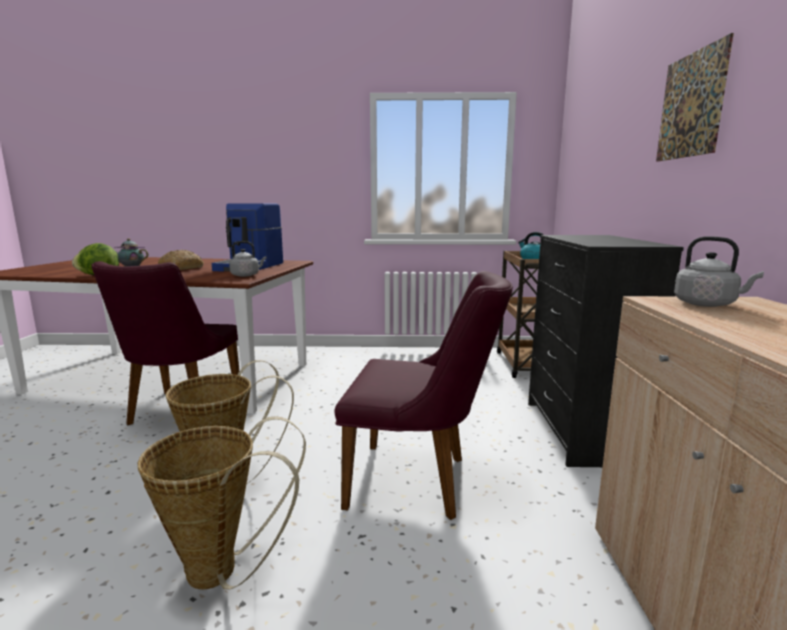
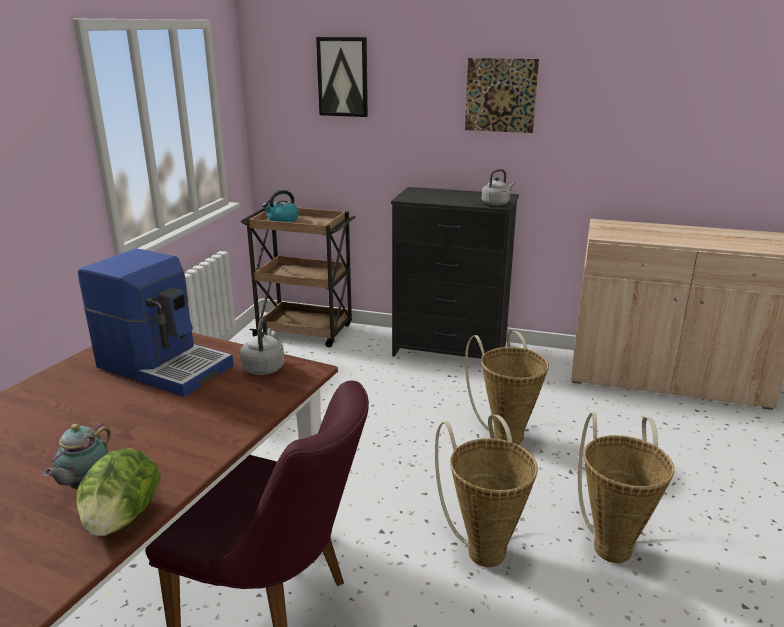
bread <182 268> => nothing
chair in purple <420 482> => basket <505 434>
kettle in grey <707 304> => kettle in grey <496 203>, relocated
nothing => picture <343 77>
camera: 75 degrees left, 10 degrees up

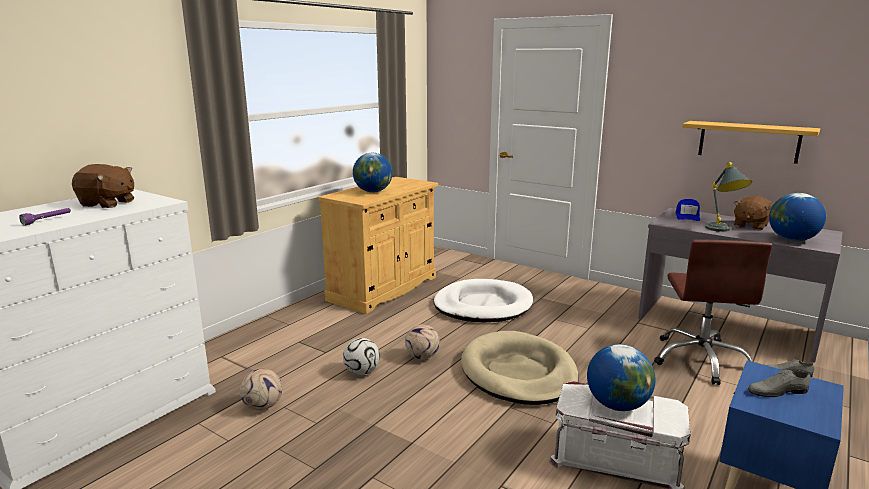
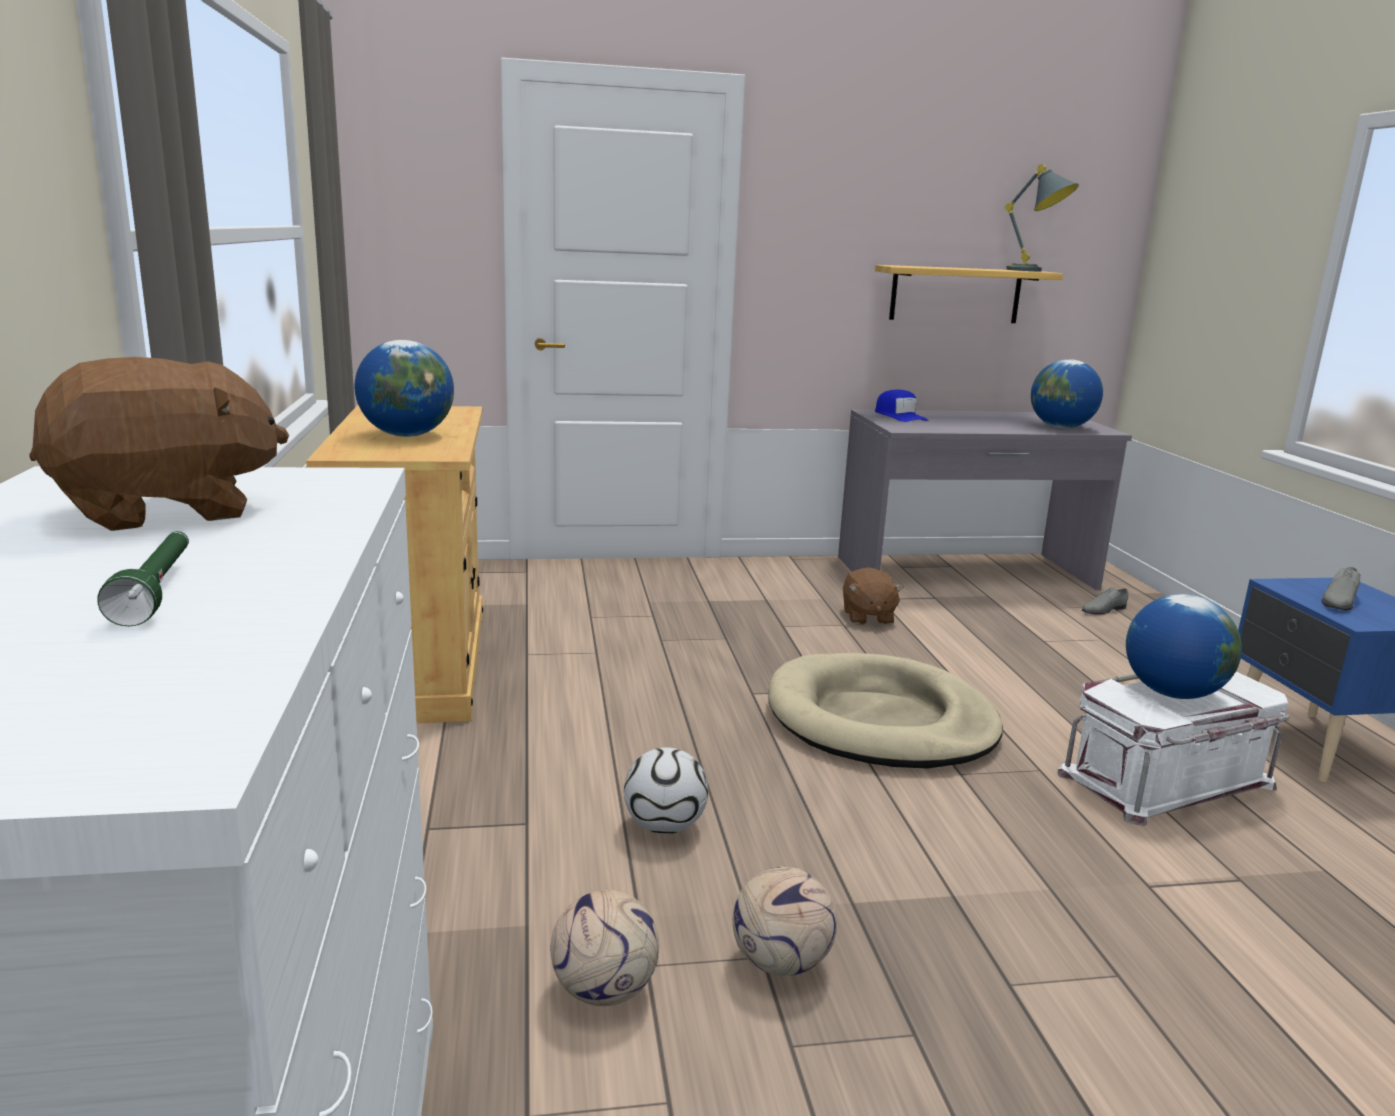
flashlight in purple <48 220> => flashlight in green <158 591>
football <422 357> => football <779 962>, relocated
dog bed in white <483 305> => nothing
office chair in brown <701 359> => nothing
table lamp in grey <722 230> => table lamp in grey <1036 271>, relocated
plush toy in brown <750 225> => plush toy in brown <867 617>, relocated
camera: 45 degrees left, 0 degrees up

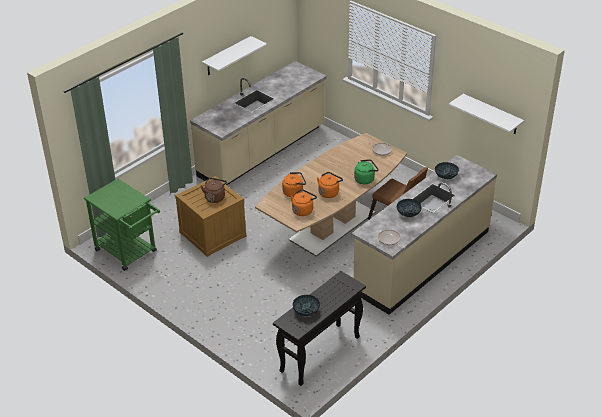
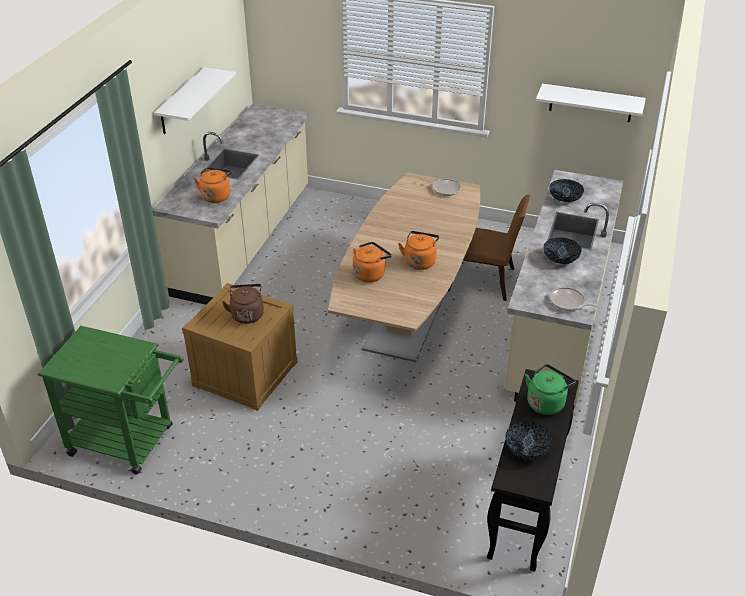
kettle in orange <303 210> => kettle in orange <216 196>, relocated
kettle in green <365 179> => kettle in green <546 402>, relocated
camera: 25 degrees left, 0 degrees up

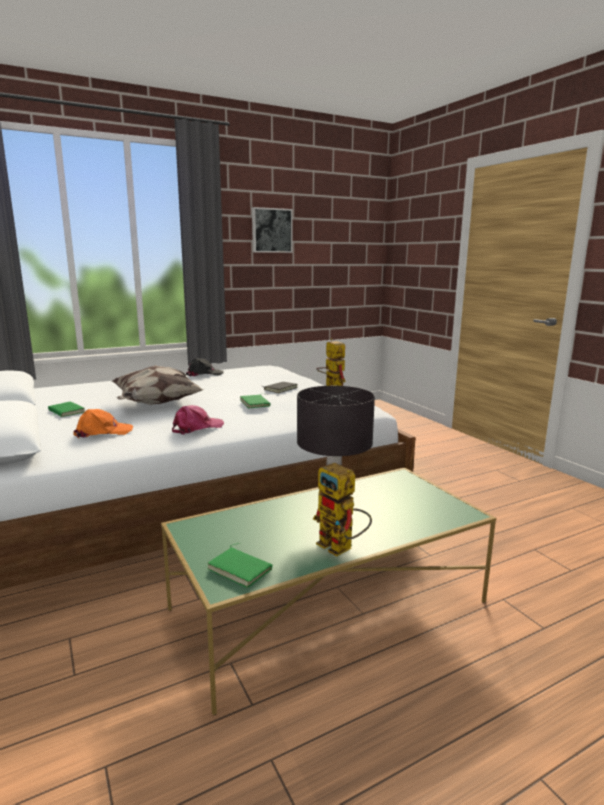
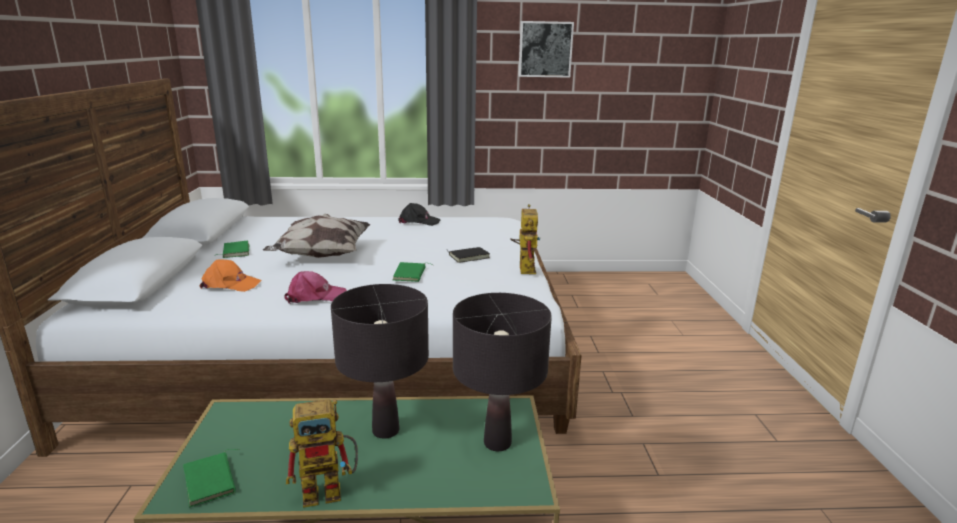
toy robot <341 548> => toy robot <331 490>, 90 degrees counterclockwise
nothing => table lamp in black <498 443>
camera: 25 degrees right, 5 degrees up

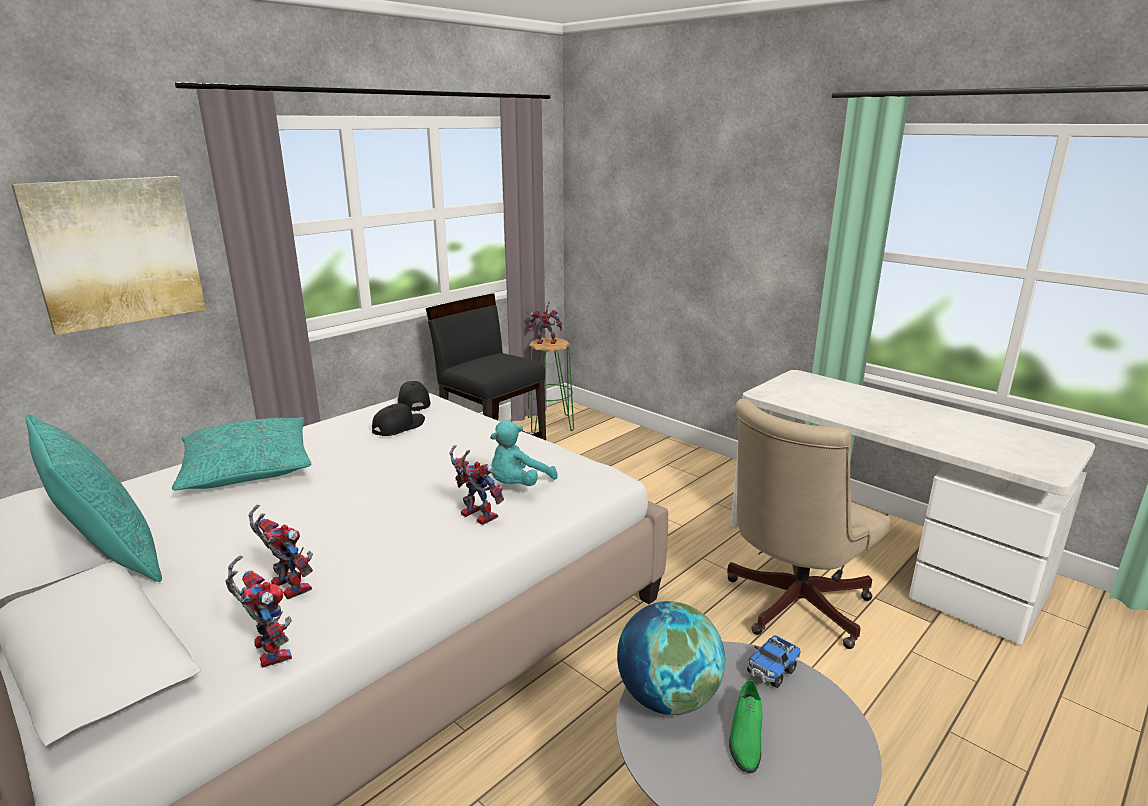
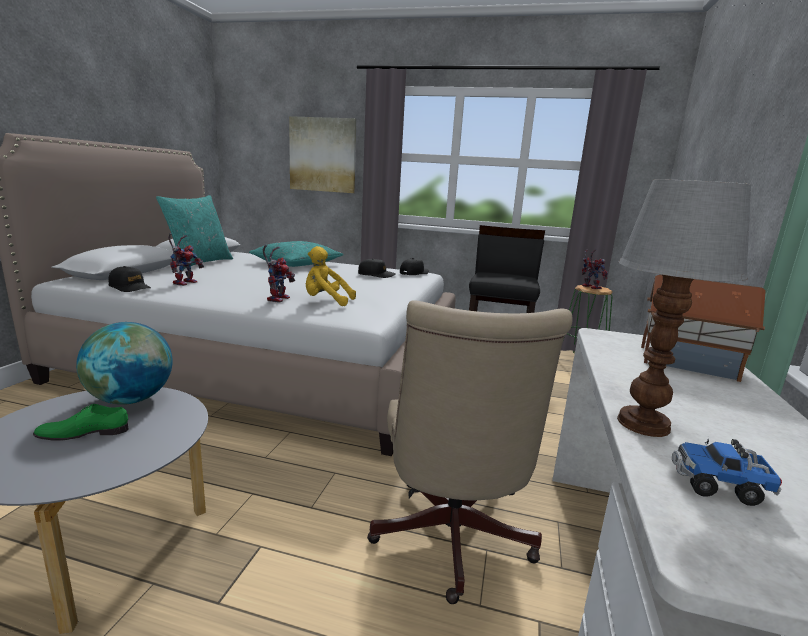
toy robot <268 649> => cap in black <130 287>
plush toy in turquoise <518 485> => plush toy in yellow <326 301>
office chair in beige <791 607> => office chair in beige <450 542>, 105 degrees counterclockwise
toy truck <771 671> => toy truck <718 486>, relocated
nothing => table lamp <643 424>
nothing => toy house <686 362>
camera: 60 degrees right, 5 degrees down

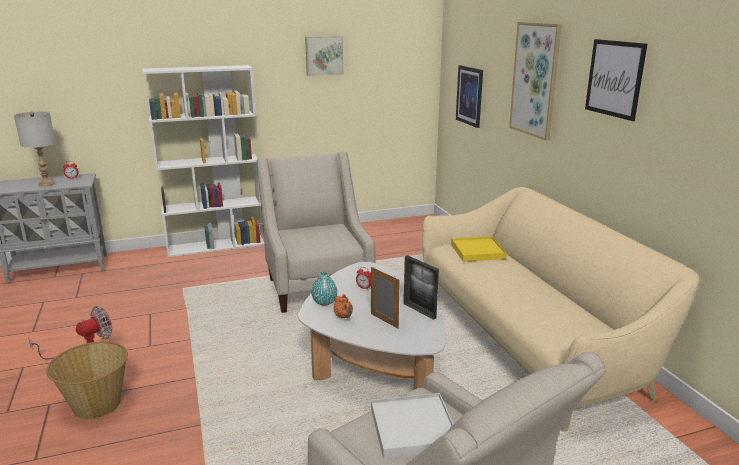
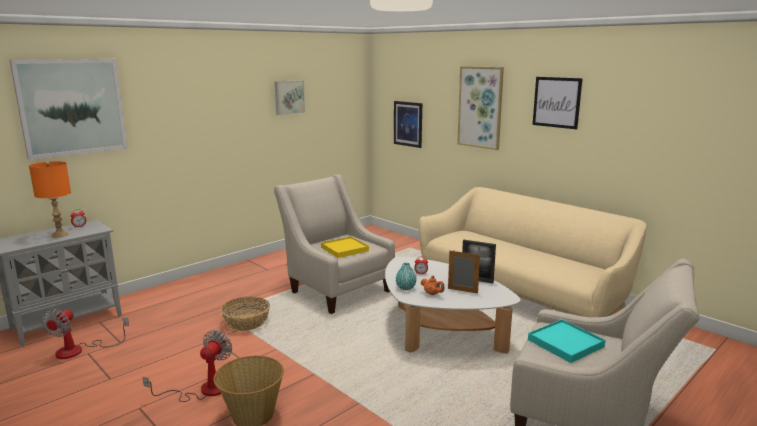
table lamp in grey <46 184> => table lamp in orange <60 235>
bookcase in white <216 246> => nothing
tray in white <413 428> => tray in turquoise <565 343>
tray in yellow <478 251> => tray in yellow <345 249>, relocated
nothing => picture <72 107>
nothing => fan <79 350>
nothing => basket <247 322>
camera: 25 degrees left, 5 degrees down

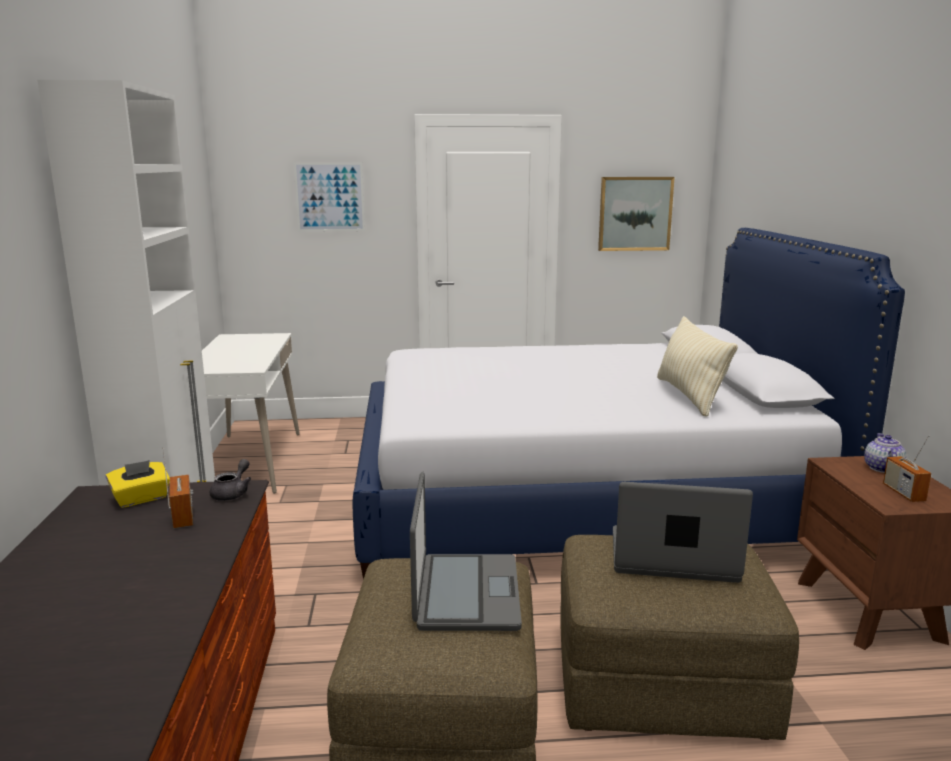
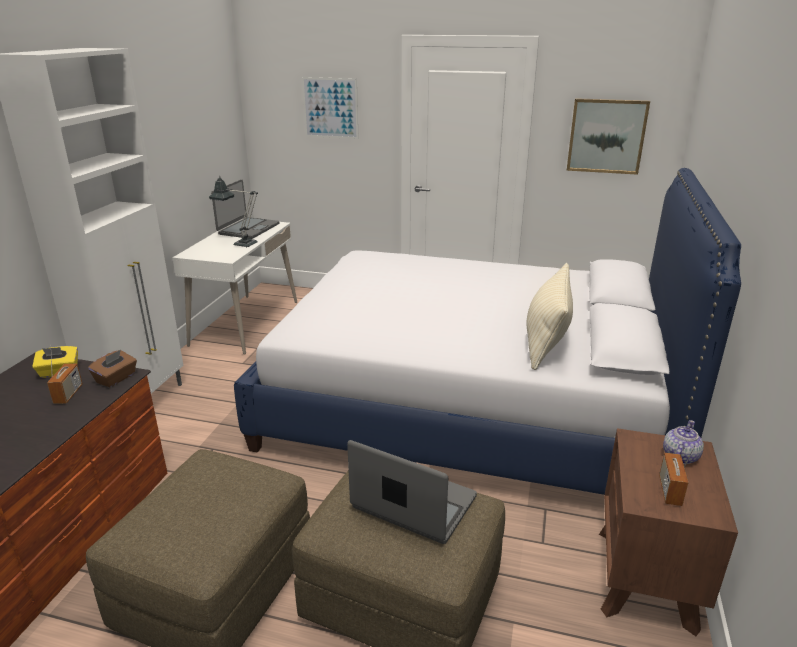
teapot in grey <233 493> => tissue box in brown <116 378>
laptop <465 593> => laptop <248 229>, relocated
nothing => table lamp <241 243>
camera: 20 degrees right, 10 degrees up

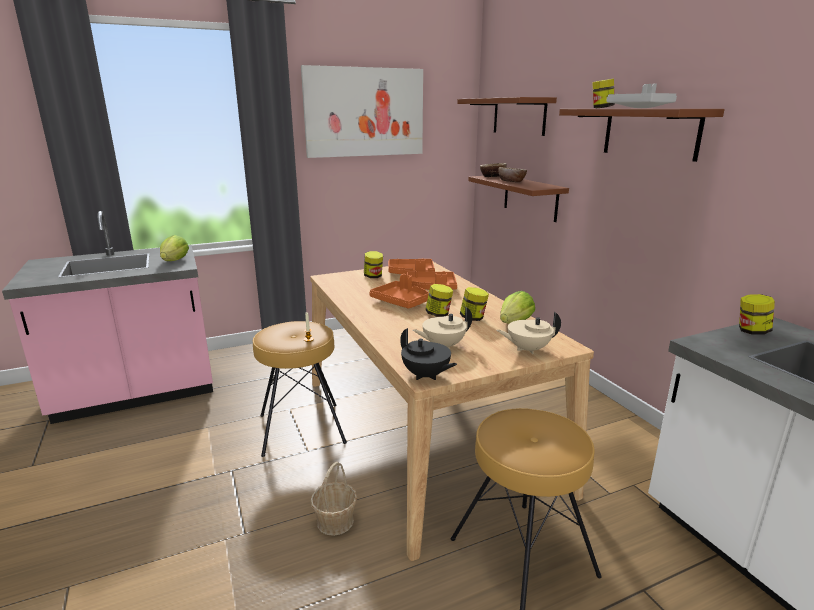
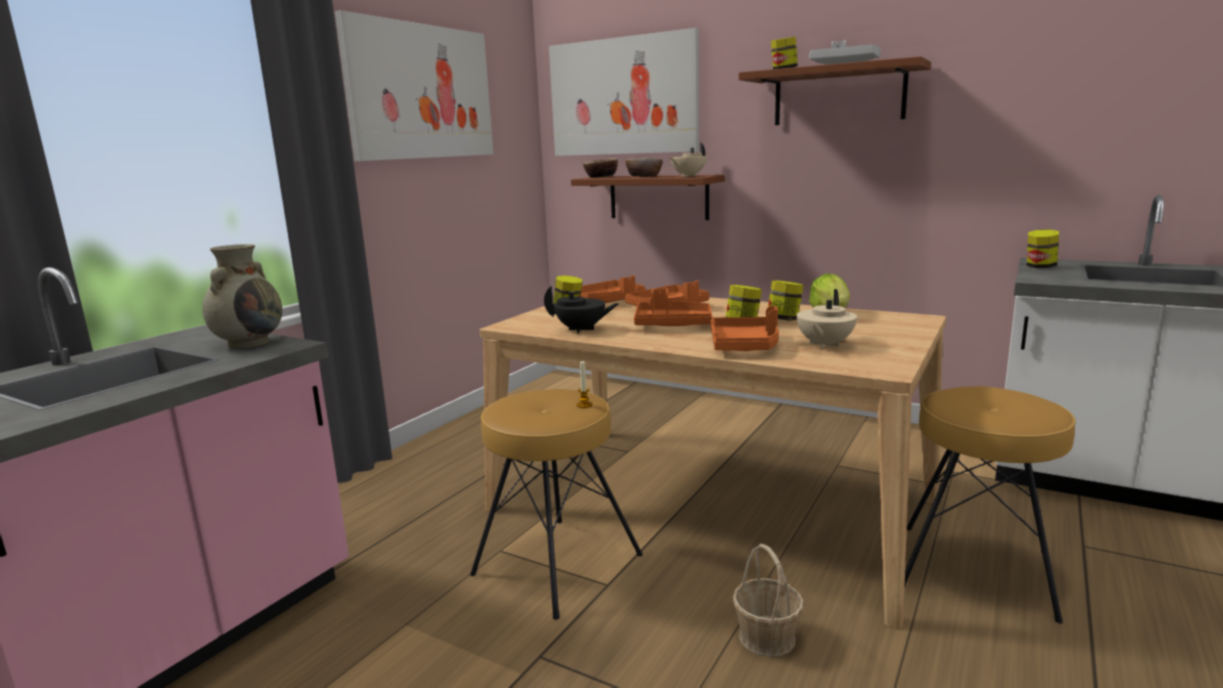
lettuce <175 261> => vase in beige <250 343>
teapot in black <426 376> => teapot in black <581 330>, relocated
shelf in brown <519 116> => picture <623 97>
teapot in beige <527 349> => teapot in beige <688 176>, relocated
nothing => tray in orange <745 346>
camera: 35 degrees left, 5 degrees down

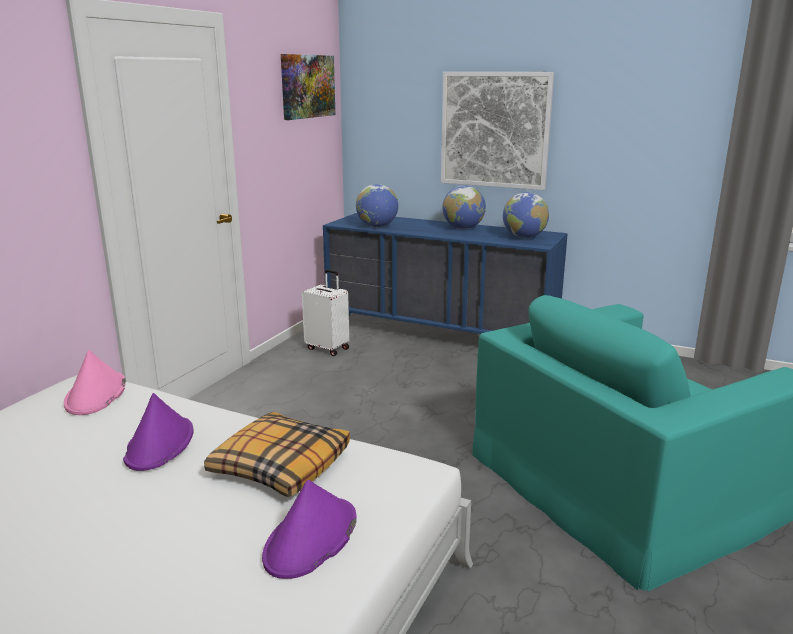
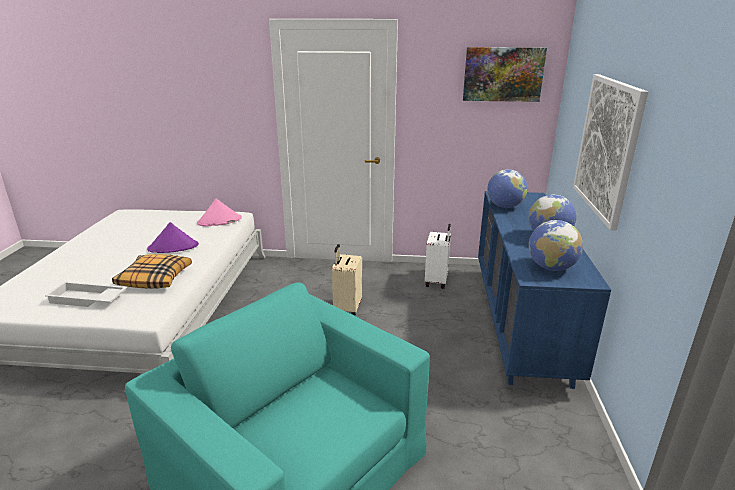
hat in purple <311 539> => tray in white <87 299>
nothing => suitcase in beige <347 308>
camera: 70 degrees right, 5 degrees up

